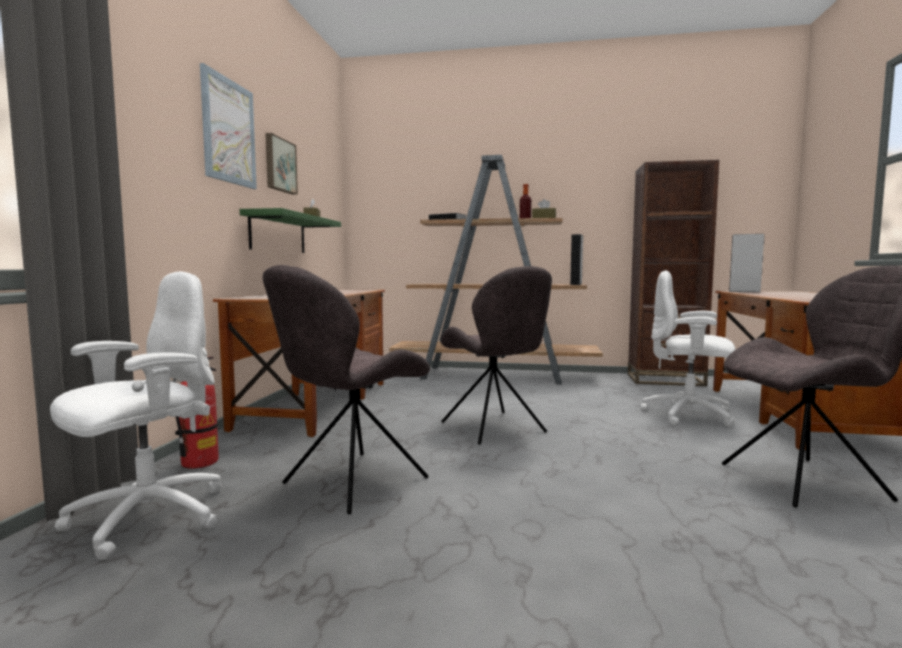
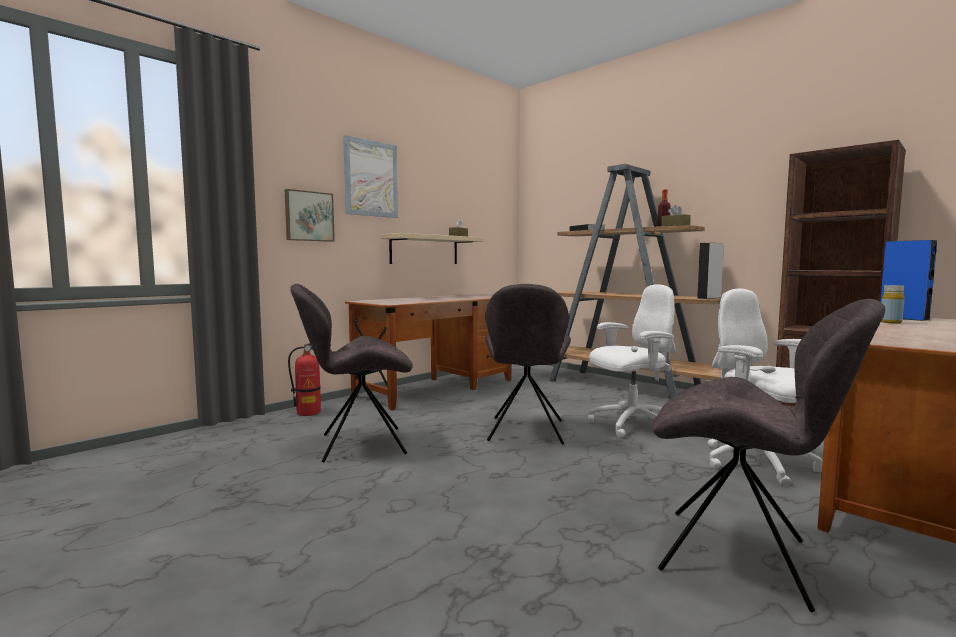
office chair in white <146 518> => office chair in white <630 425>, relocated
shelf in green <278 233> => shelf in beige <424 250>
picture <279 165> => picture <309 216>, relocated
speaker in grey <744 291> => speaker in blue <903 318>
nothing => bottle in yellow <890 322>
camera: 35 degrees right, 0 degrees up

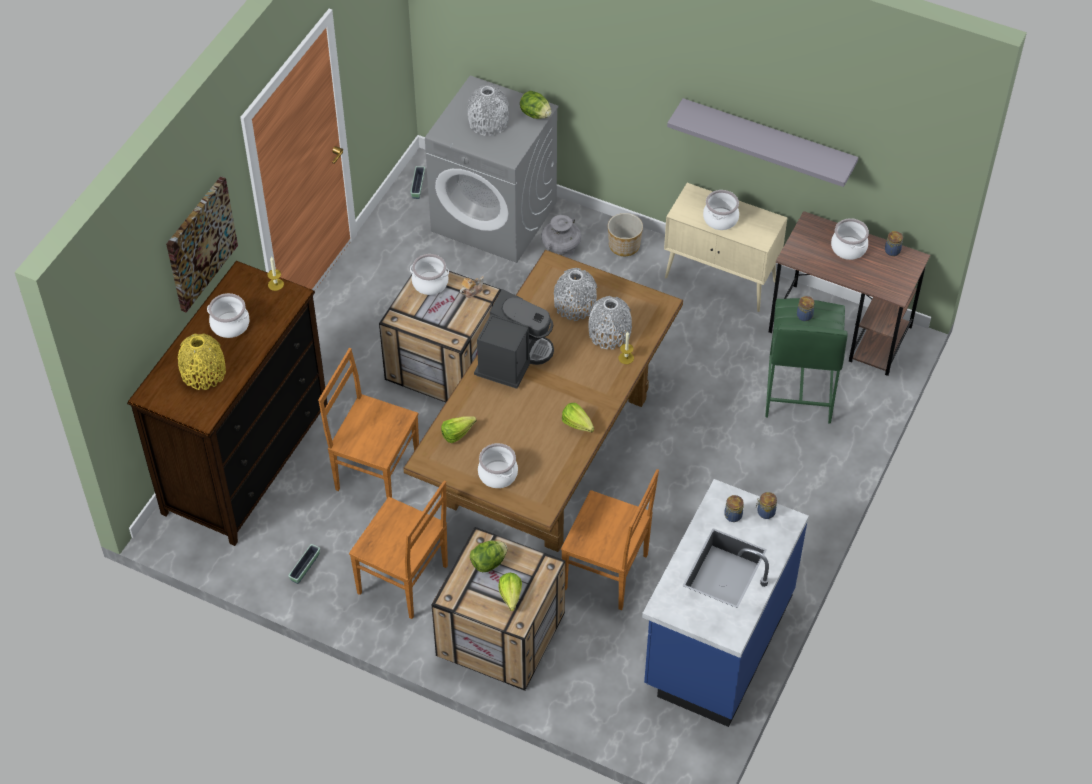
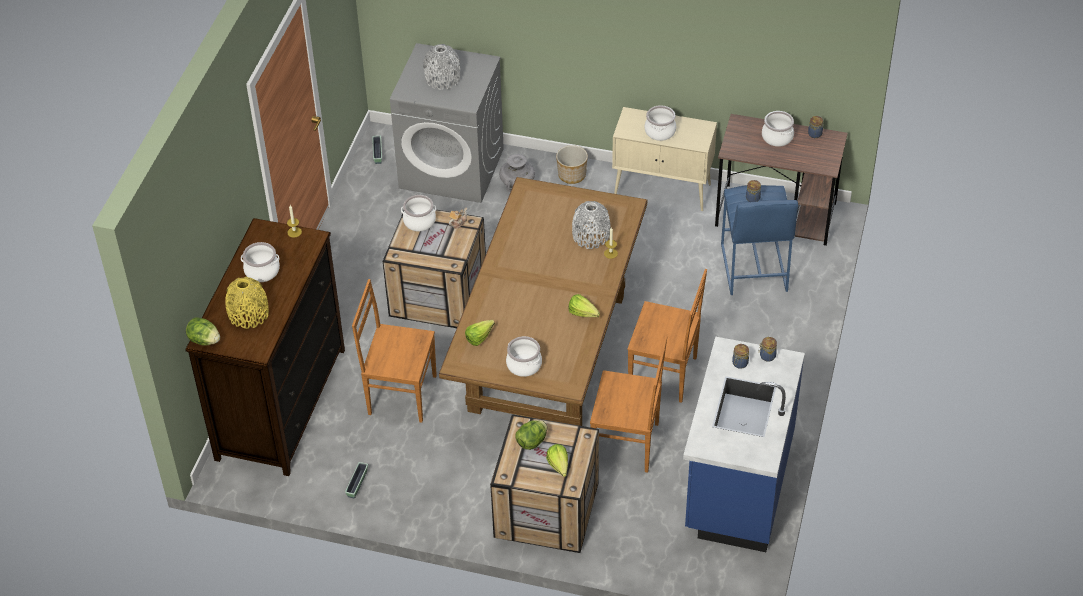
picture <200 243> => nothing
chair in brown <405 580> => chair in brown <665 374>, relocated
coffee machine <512 358> => nothing
lettuce <535 114> => lettuce <204 340>, relocated
vase in grey <575 305> => nothing
shelf in grey <768 140> => nothing
stool in green <798 389> => stool in blue <753 268>
camera: 10 degrees left, 5 degrees down

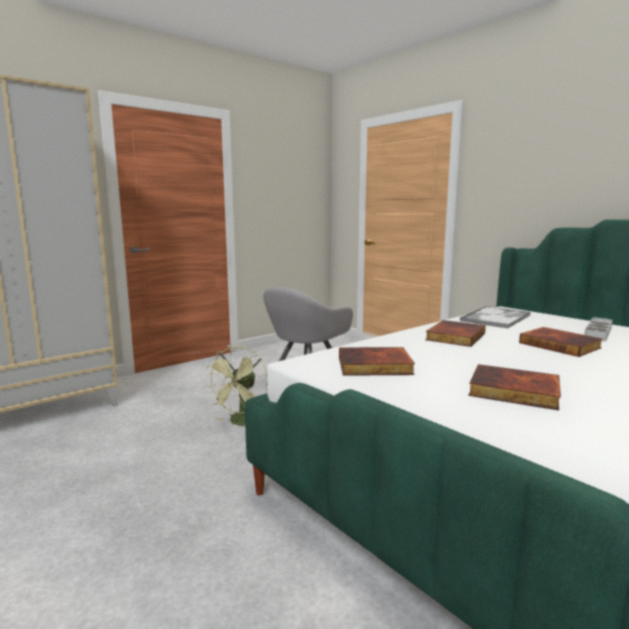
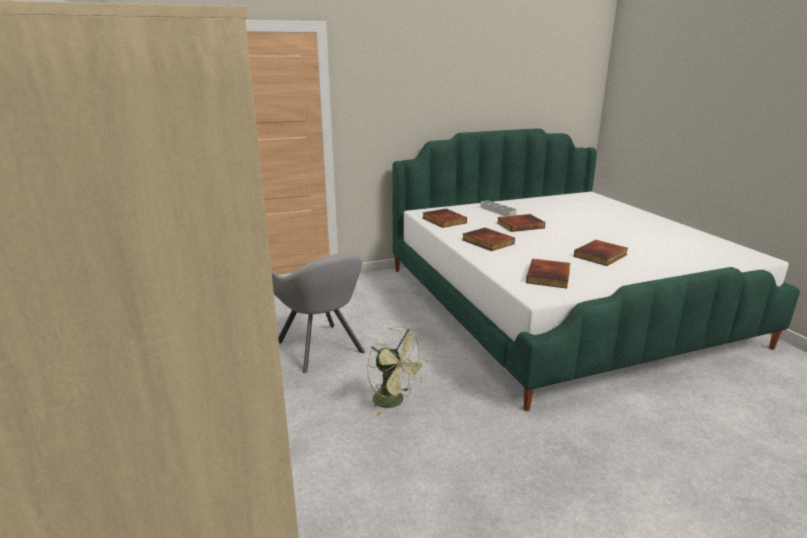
tray <496 318> => book <443 220>
camera: 70 degrees left, 10 degrees up

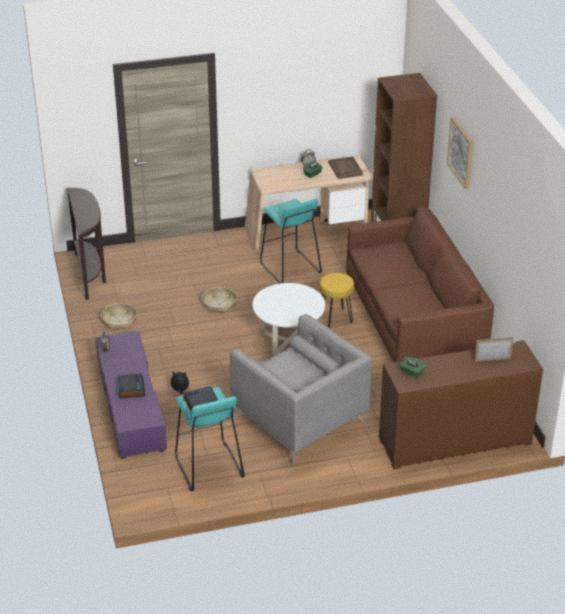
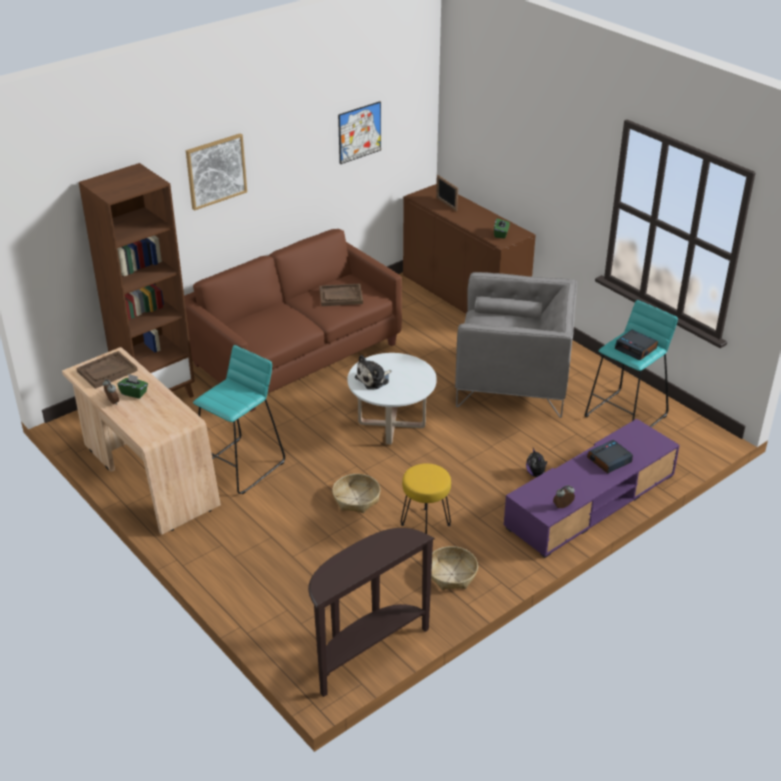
armchair in grey <300 422> => armchair in grey <513 381>, 75 degrees clockwise
stool in yellow <336 318> => stool in yellow <425 524>, relocated
nothing => tray in brown <340 296>
nothing => picture <359 132>
nothing => plush toy <374 379>
camera: 115 degrees left, 0 degrees up

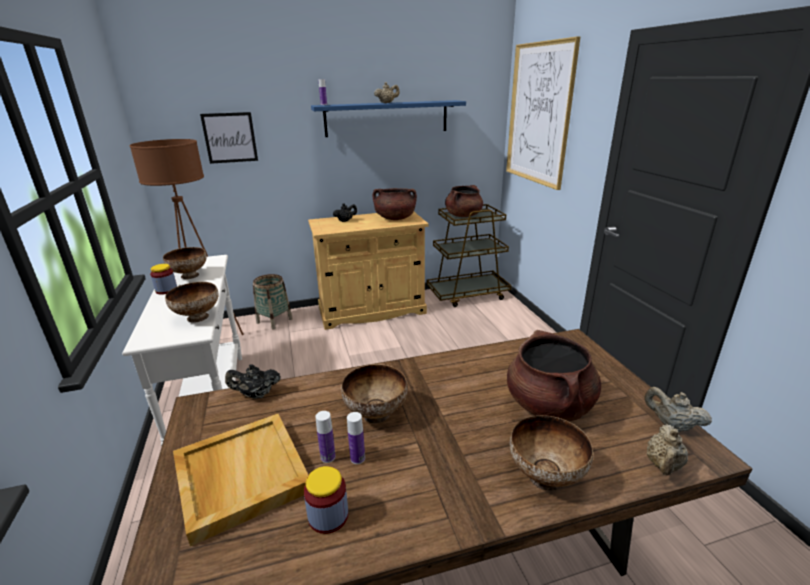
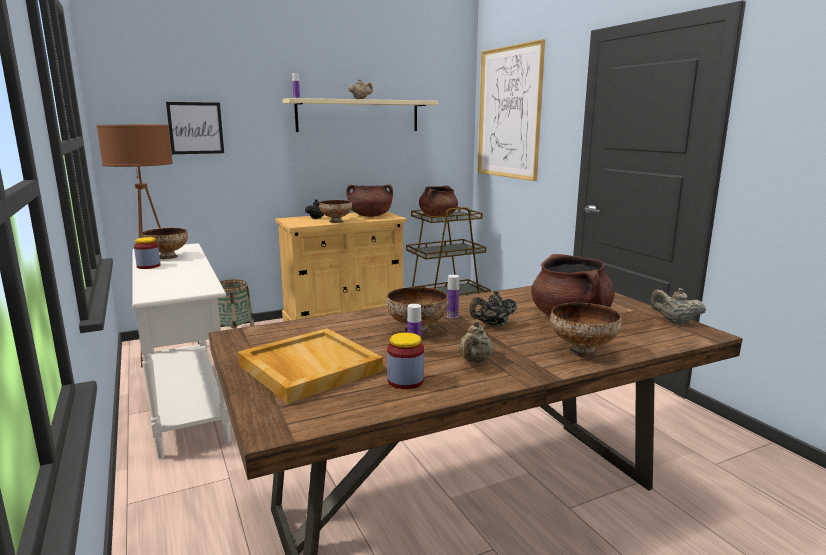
bowl <198 317> => bowl <336 221>, relocated
teapot in black <256 395> => teapot in black <493 326>, relocated
shelf in blue <387 118> => shelf in beige <358 116>
bottle <328 457> => bottle <452 316>, relocated
teapot in beige <663 465> => teapot in beige <474 361>, relocated
camera: 10 degrees left, 10 degrees down

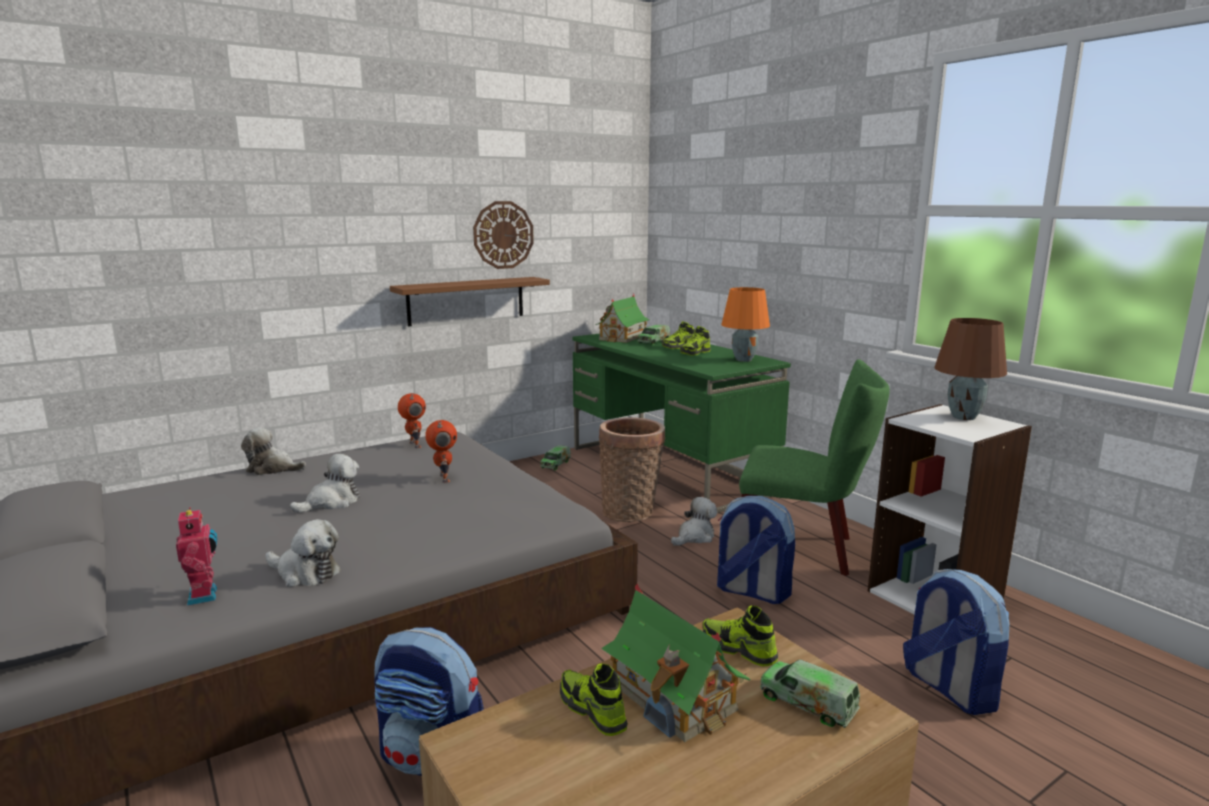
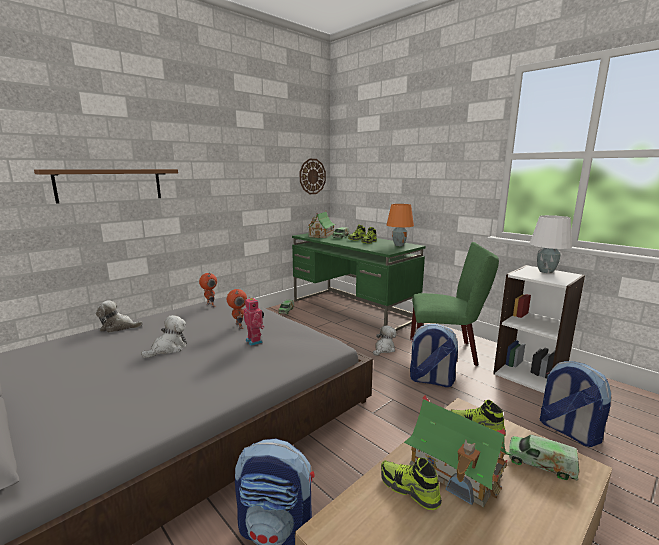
toy robot <205 595> => toy robot <255 341>, relocated
plush toy <305 573> => nothing
shelf in brown <466 301> => shelf in brown <110 185>, relocated
wall clock <503 235> => wall clock <312 176>, relocated
basket <631 511> => nothing
table lamp in brown <962 417> => table lamp in white <545 271>
camera: 10 degrees left, 0 degrees up

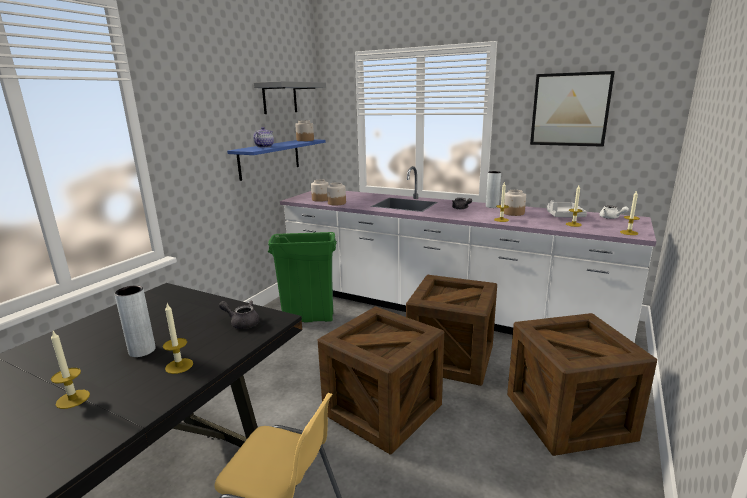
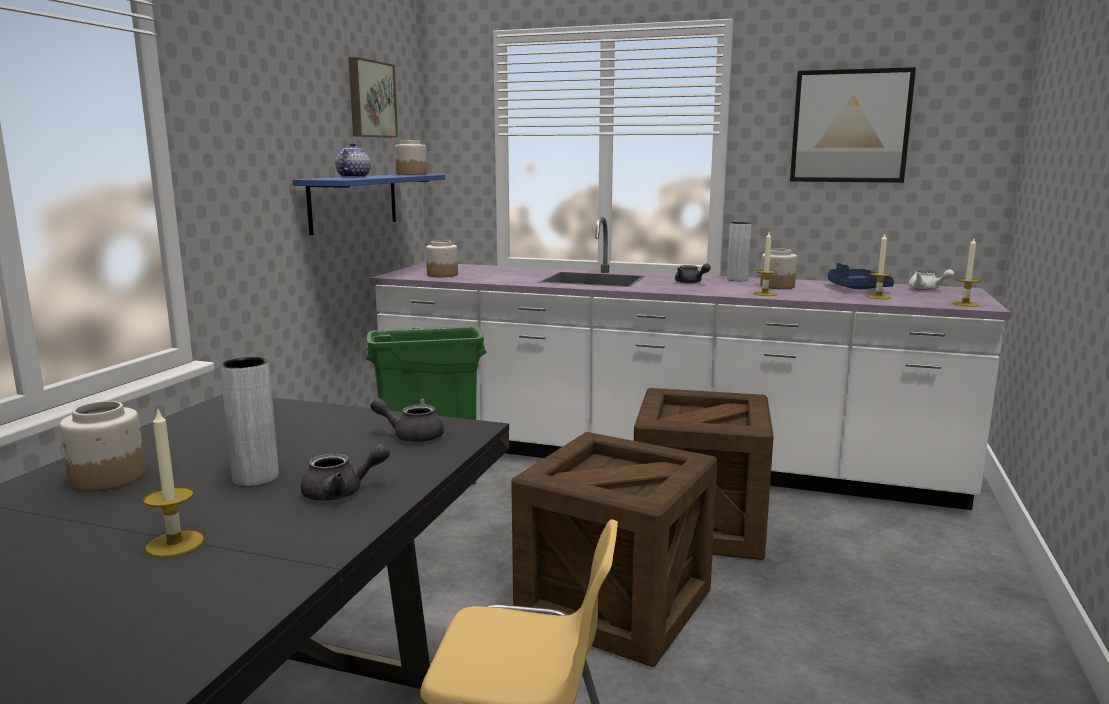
candle <179 366> => teapot in grey <342 492>
shelf in grey <279 98> => picture <370 99>
jar <336 203> => jar <107 478>, relocated
crate <568 416> => nothing
tray in grey <563 215> => tray in blue <854 288>
camera: 10 degrees left, 5 degrees down

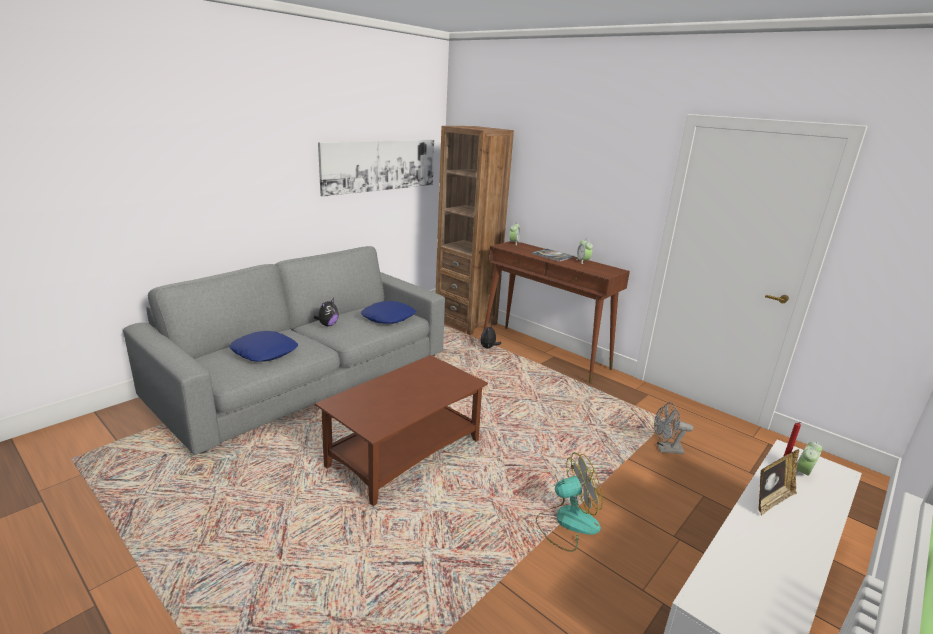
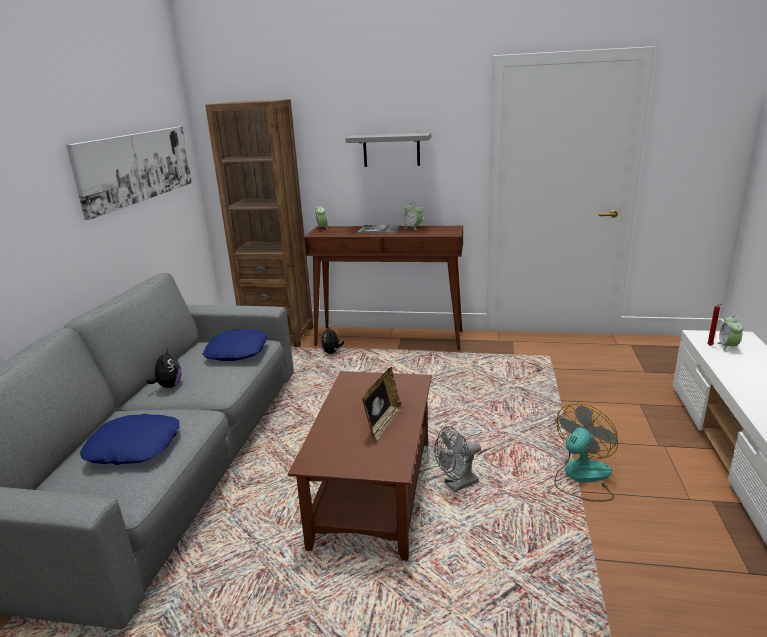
fan in grey <665 449> => fan in grey <457 485>, relocated
picture frame <771 500> => picture frame <383 424>, relocated
nothing => shelf in grey <391 150>
camera: 30 degrees left, 0 degrees up

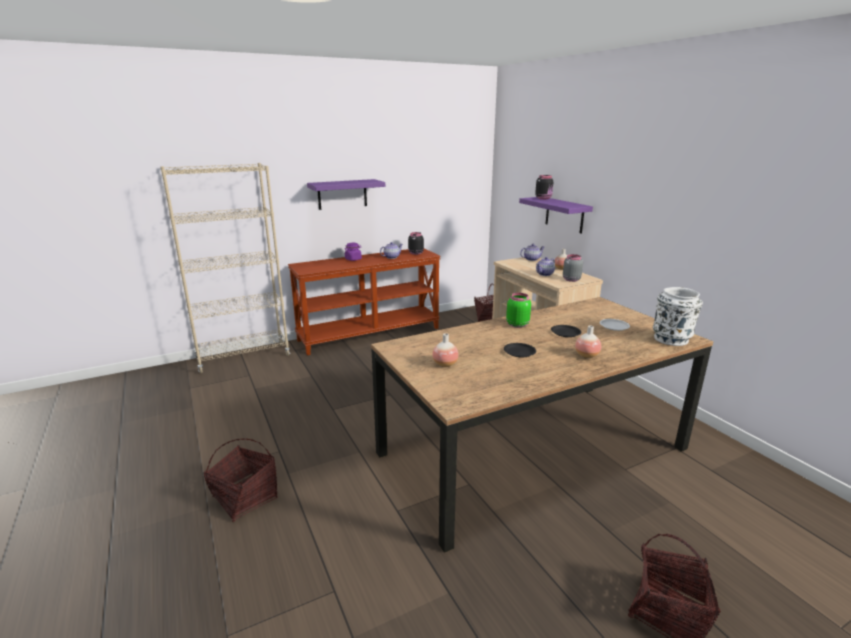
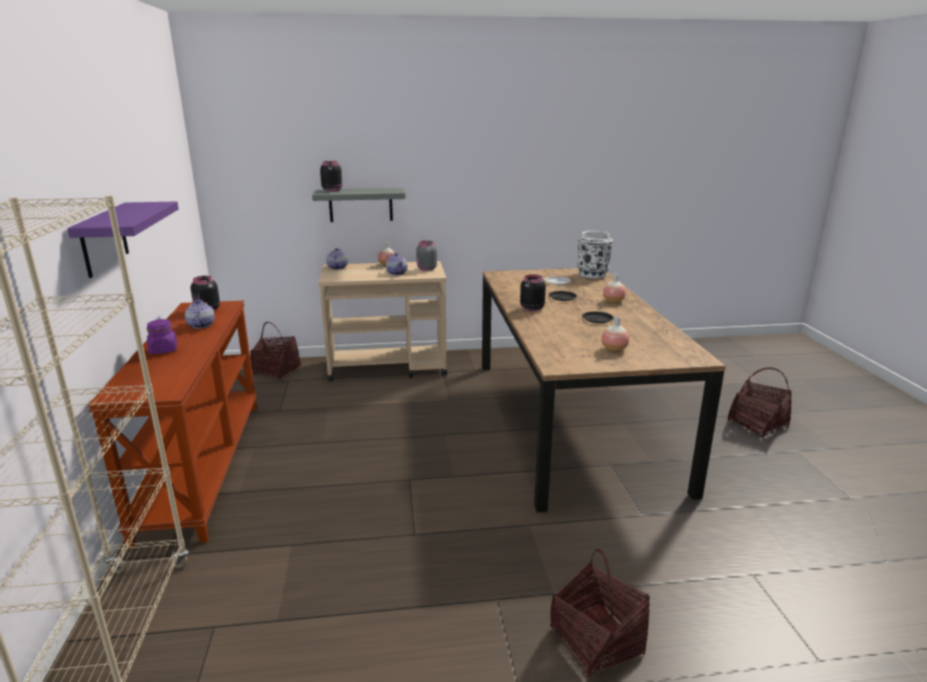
jar in green <517 324> => jar in black <531 308>
shelf in purple <564 215> => shelf in grey <360 205>
camera: 70 degrees left, 0 degrees up

